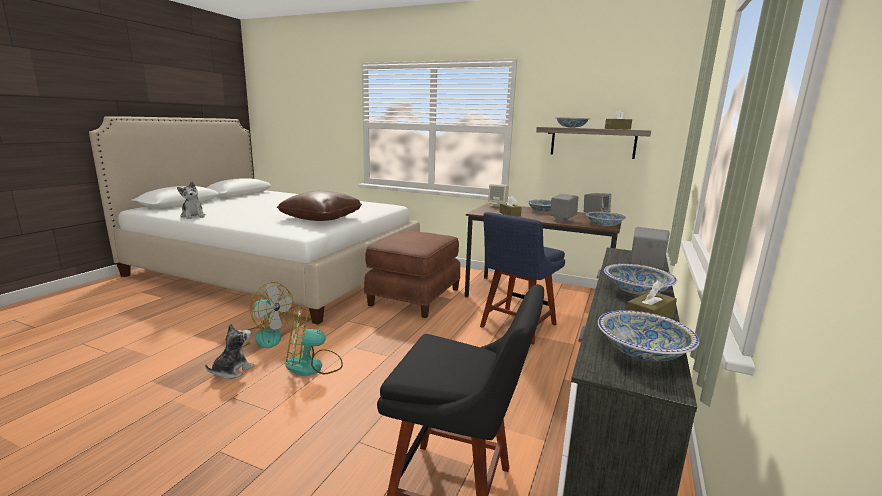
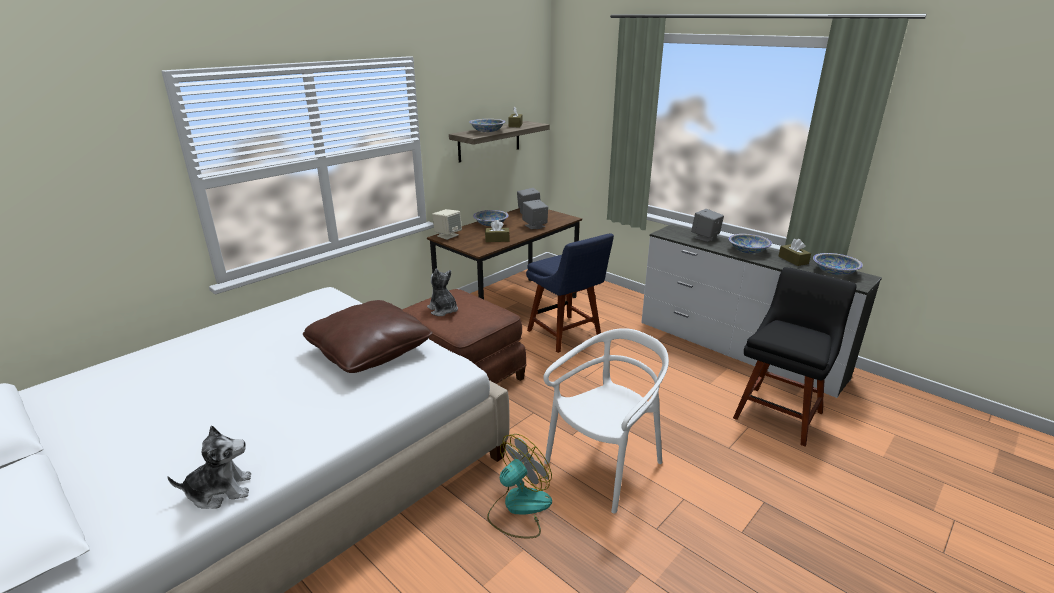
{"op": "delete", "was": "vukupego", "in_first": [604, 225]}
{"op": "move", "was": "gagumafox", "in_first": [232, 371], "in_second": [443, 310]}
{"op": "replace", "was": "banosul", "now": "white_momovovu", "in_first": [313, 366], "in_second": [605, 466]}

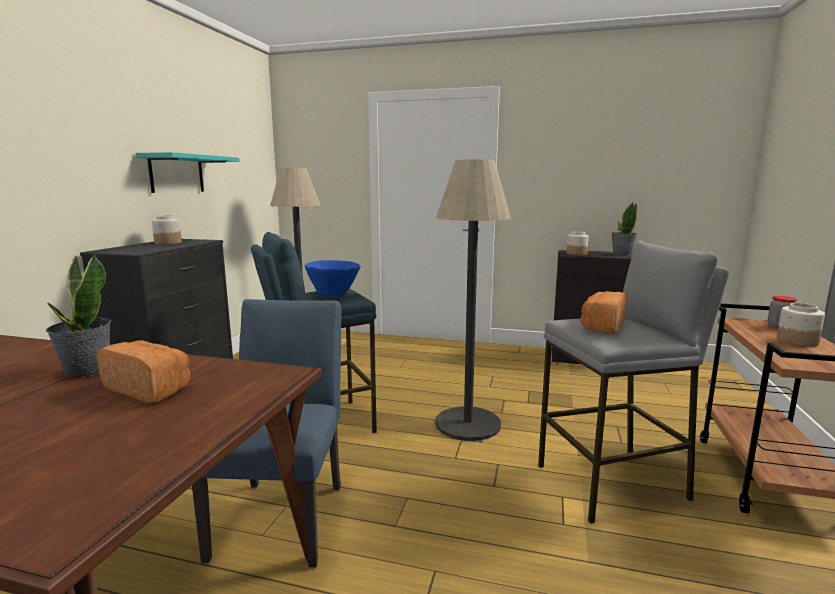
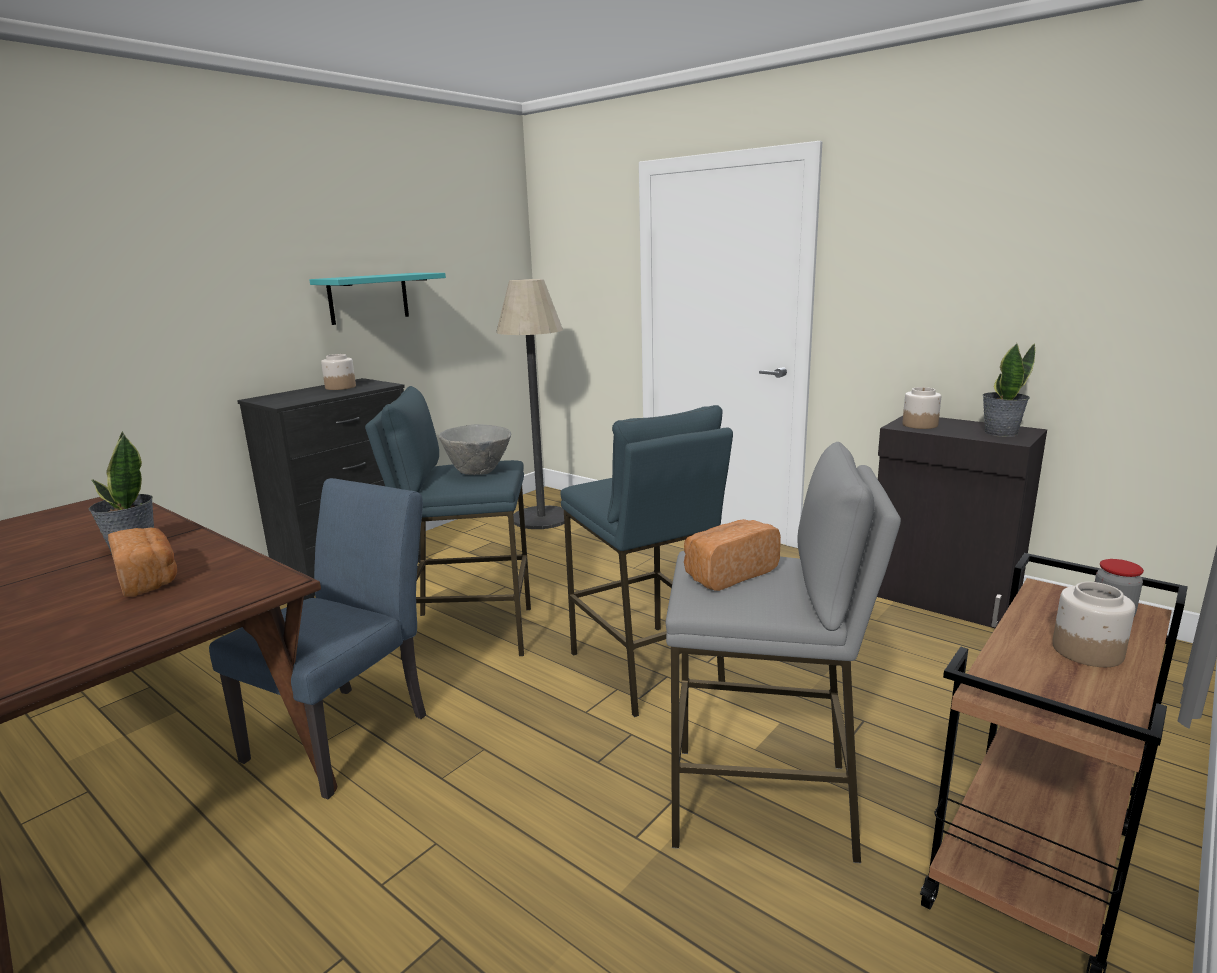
{"op": "replace", "was": "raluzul", "now": "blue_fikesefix", "in_first": [468, 424], "in_second": [645, 669]}
{"op": "recolor", "was": "blue_vukupego", "now": "grey_vukupego", "in_first": [334, 294], "in_second": [478, 472]}

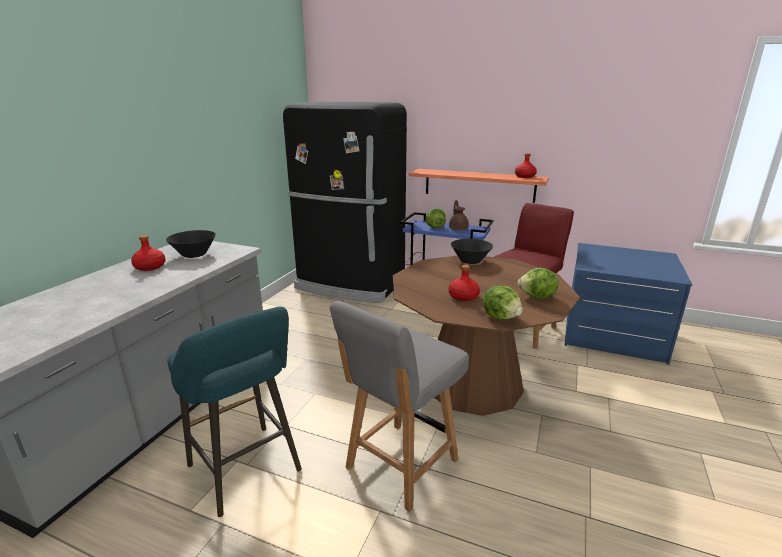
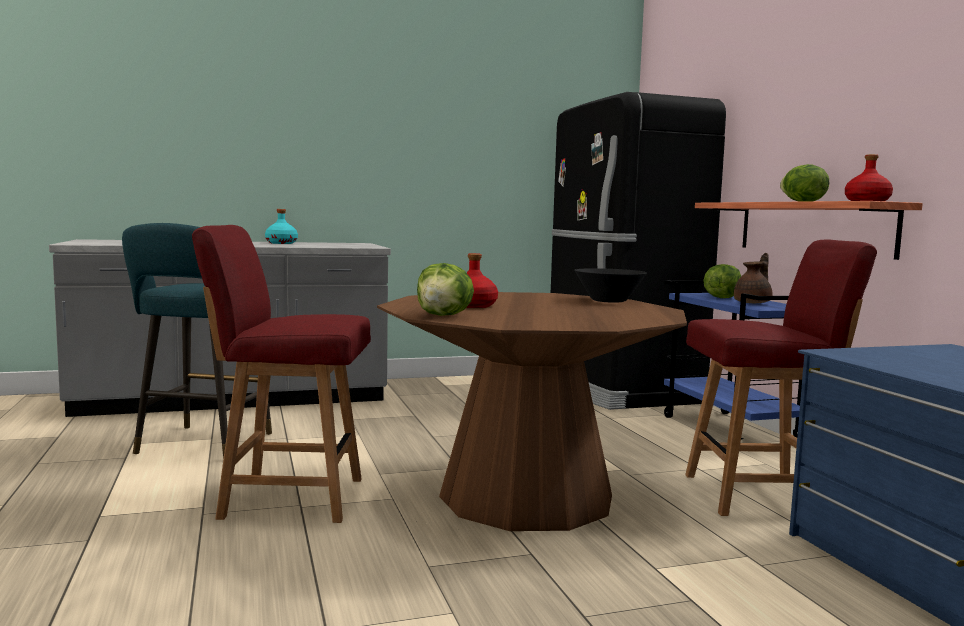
{"op": "delete", "was": "black_vukupego", "in_first": [194, 255]}
{"op": "move", "was": "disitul", "in_first": [537, 297], "in_second": [802, 202]}
{"op": "recolor", "was": "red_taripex", "now": "turquoise_taripex", "in_first": [150, 267], "in_second": [281, 243]}
{"op": "recolor", "was": "grey_momovovu", "now": "red_momovovu", "in_first": [400, 465], "in_second": [289, 497]}

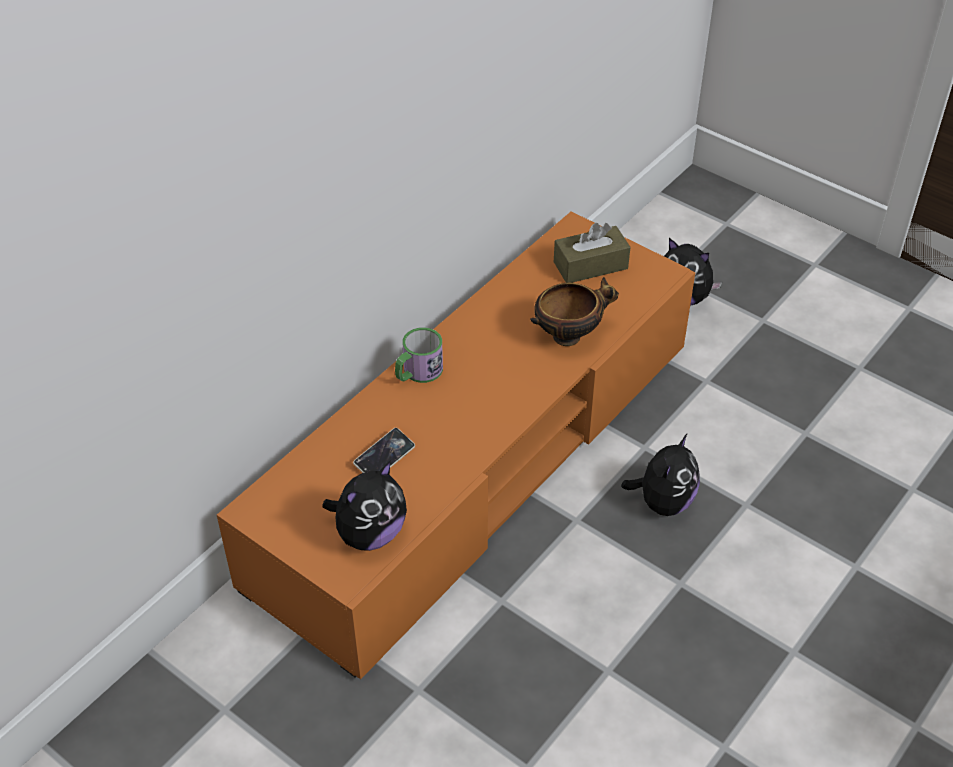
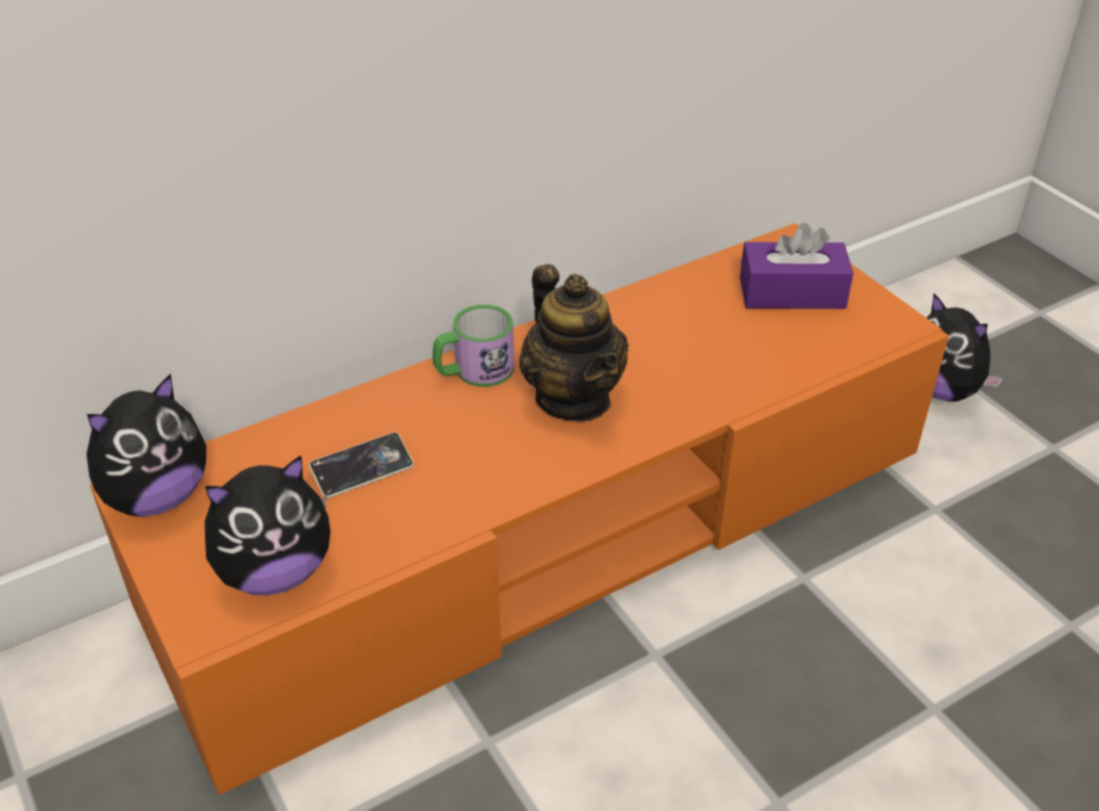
{"op": "delete", "was": "vukupego", "in_first": [569, 335]}
{"op": "insert", "now": "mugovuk", "in_second": [573, 398]}
{"op": "move", "was": "gagumafox", "in_first": [663, 502], "in_second": [157, 496]}
{"op": "recolor", "was": "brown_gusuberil", "now": "purple_gusuberil", "in_first": [590, 265], "in_second": [792, 293]}

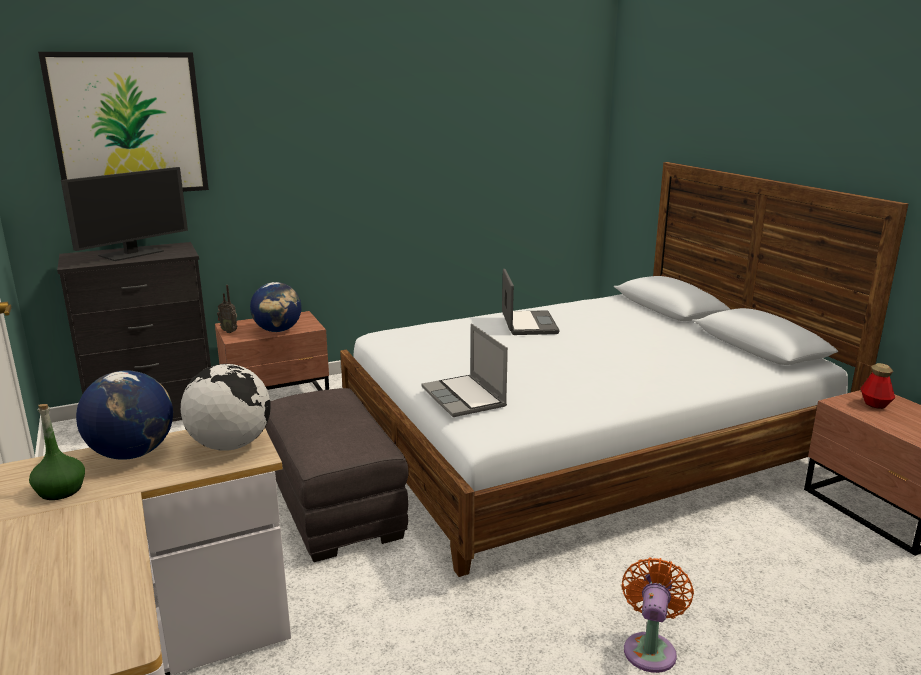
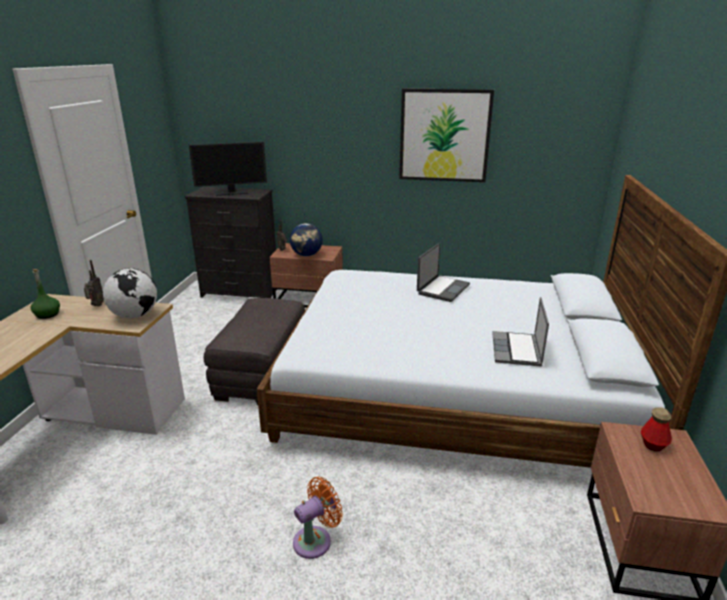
{"op": "move", "was": "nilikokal", "in_first": [128, 125], "in_second": [444, 135]}
{"op": "move", "was": "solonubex", "in_first": [465, 398], "in_second": [517, 350]}
{"op": "replace", "was": "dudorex", "now": "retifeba", "in_first": [132, 453], "in_second": [96, 306]}

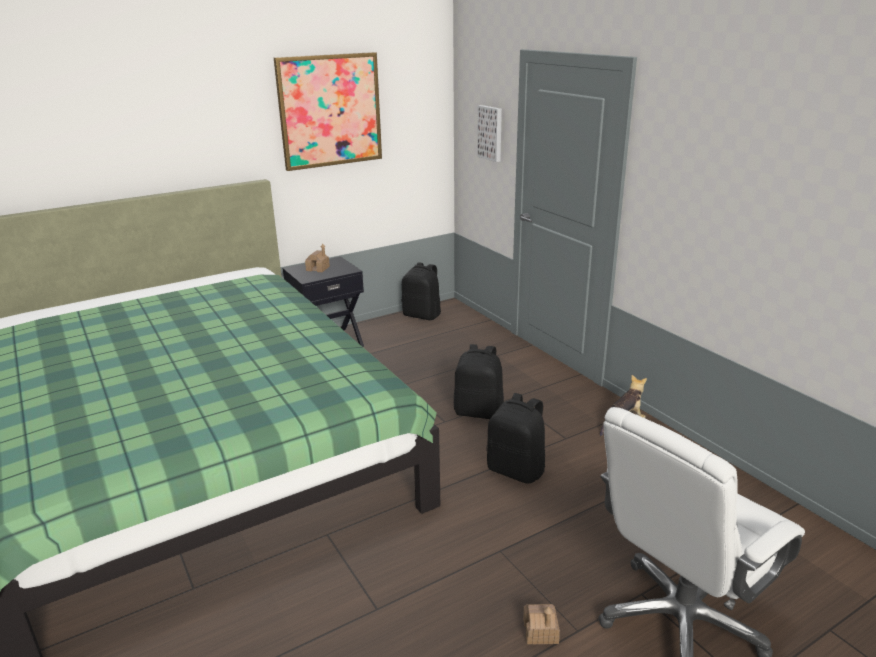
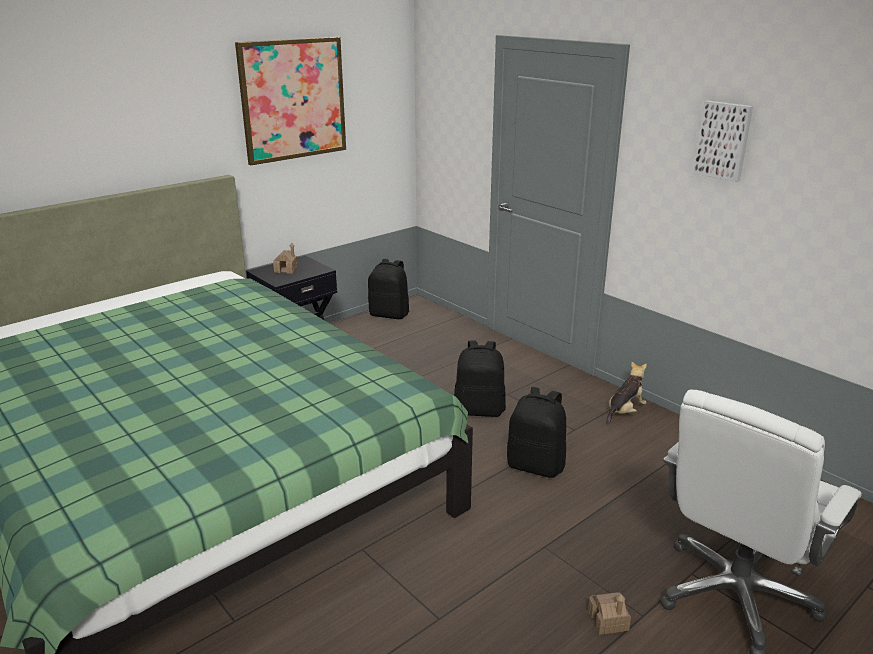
{"op": "move", "was": "nilikokal", "in_first": [491, 133], "in_second": [724, 140]}

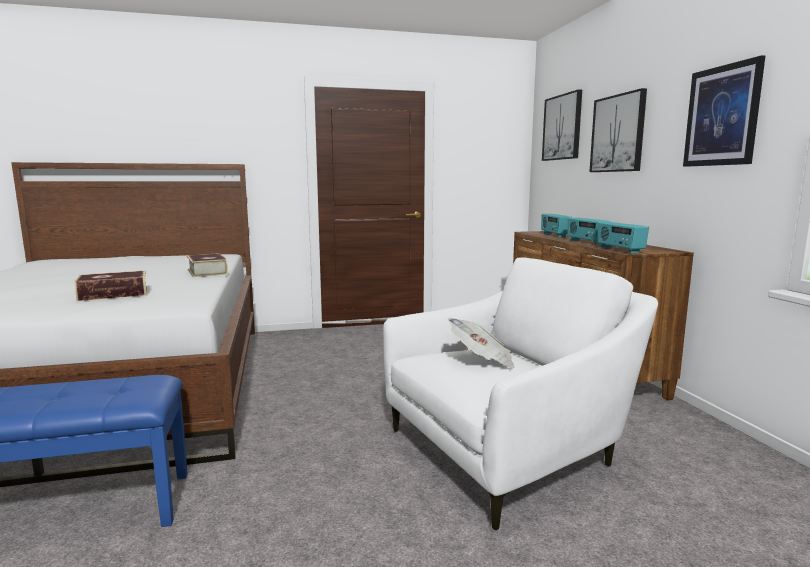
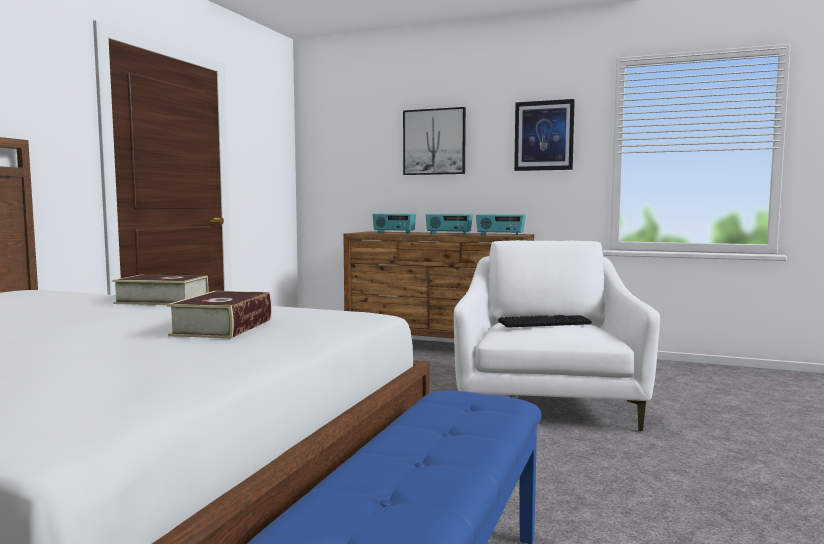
{"op": "delete", "was": "nilikokal", "in_first": [562, 127]}
{"op": "replace", "was": "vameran", "now": "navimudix", "in_first": [482, 360], "in_second": [544, 323]}

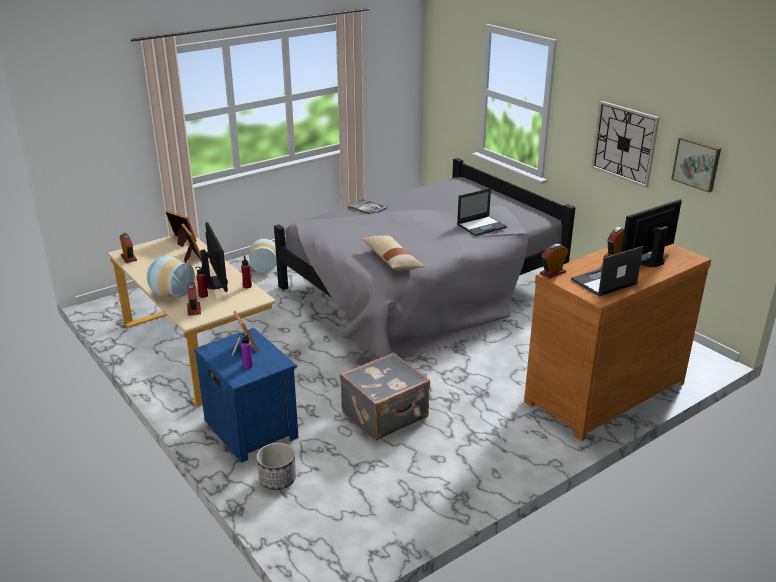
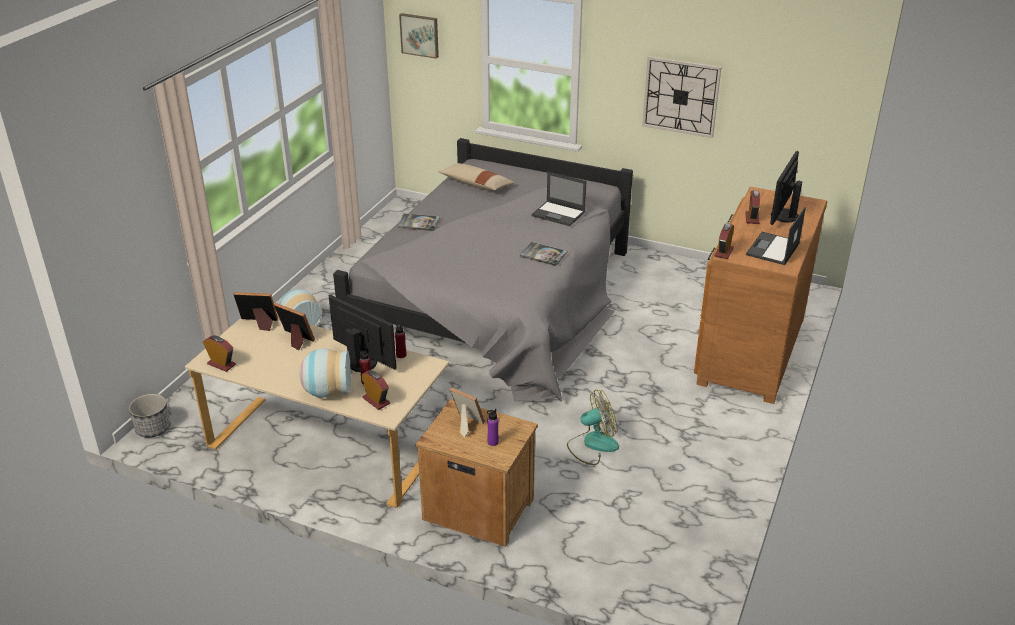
{"op": "insert", "now": "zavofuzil", "in_second": [543, 254]}
{"op": "move", "was": "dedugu", "in_first": [277, 480], "in_second": [153, 428]}
{"op": "move", "was": "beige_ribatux", "in_first": [392, 260], "in_second": [476, 184]}
{"op": "move", "was": "nilikokal", "in_first": [697, 163], "in_second": [420, 35]}
{"op": "replace", "was": "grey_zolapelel", "now": "banosul", "in_first": [386, 416], "in_second": [592, 444]}
{"op": "recolor", "was": "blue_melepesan", "now": "brown_melepesan", "in_first": [251, 428], "in_second": [477, 508]}
{"op": "rotate", "was": "solonubex", "in_first": [482, 226], "in_second": [559, 214], "clockwise": 90}

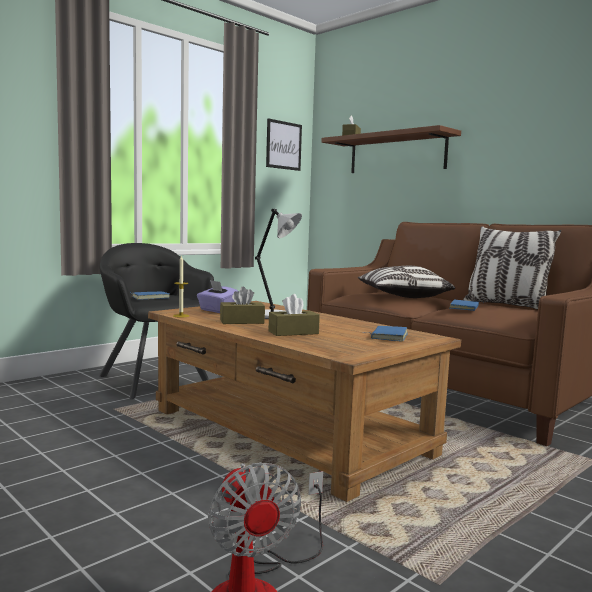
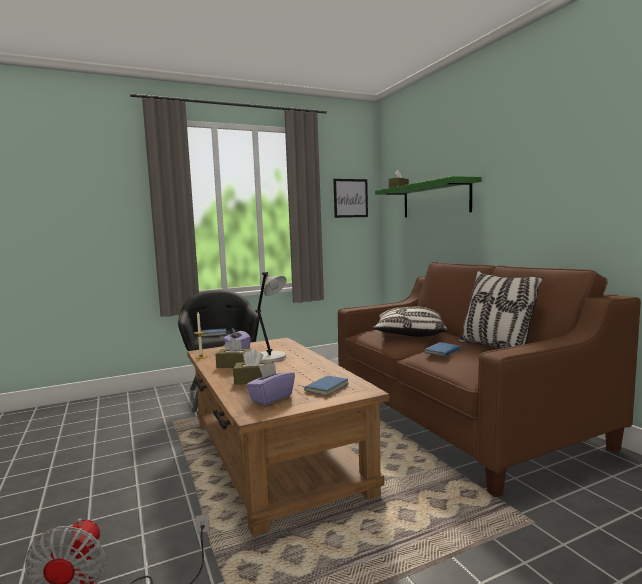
{"op": "insert", "now": "purple_gusuberil", "in_second": [271, 398]}
{"op": "recolor", "was": "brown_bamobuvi", "now": "green_bamobuvi", "in_first": [397, 154], "in_second": [435, 199]}

